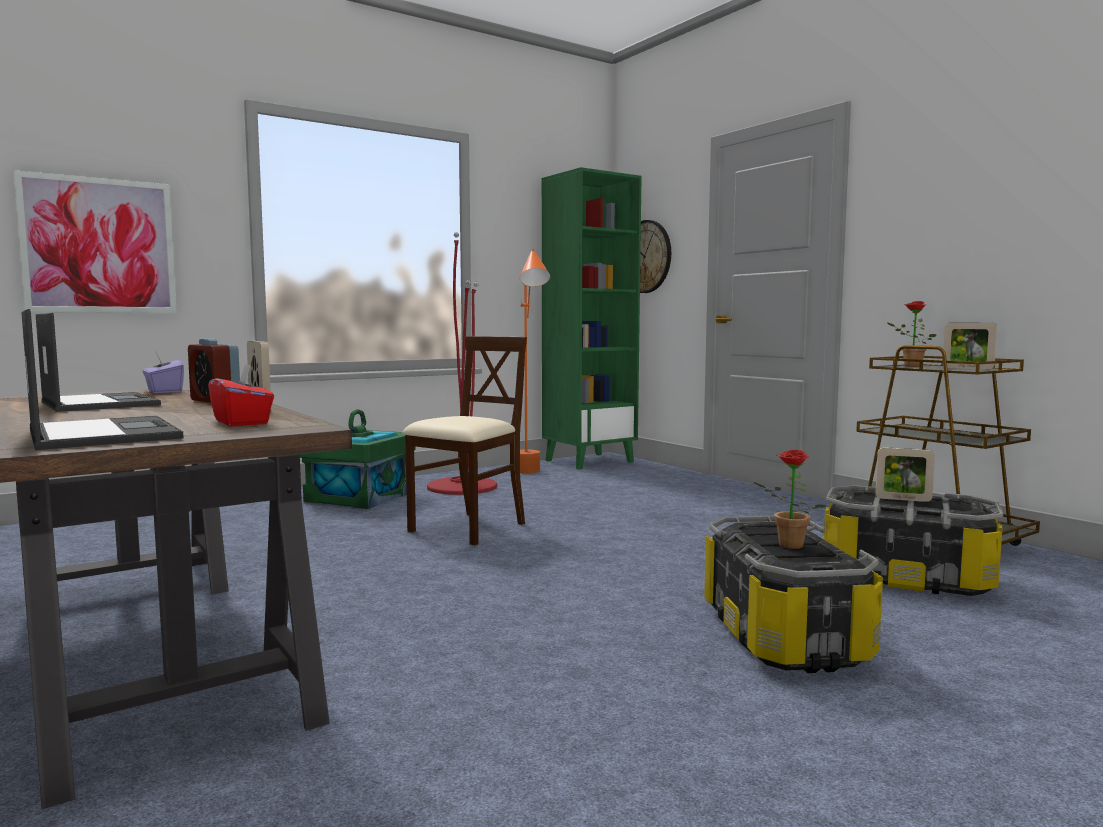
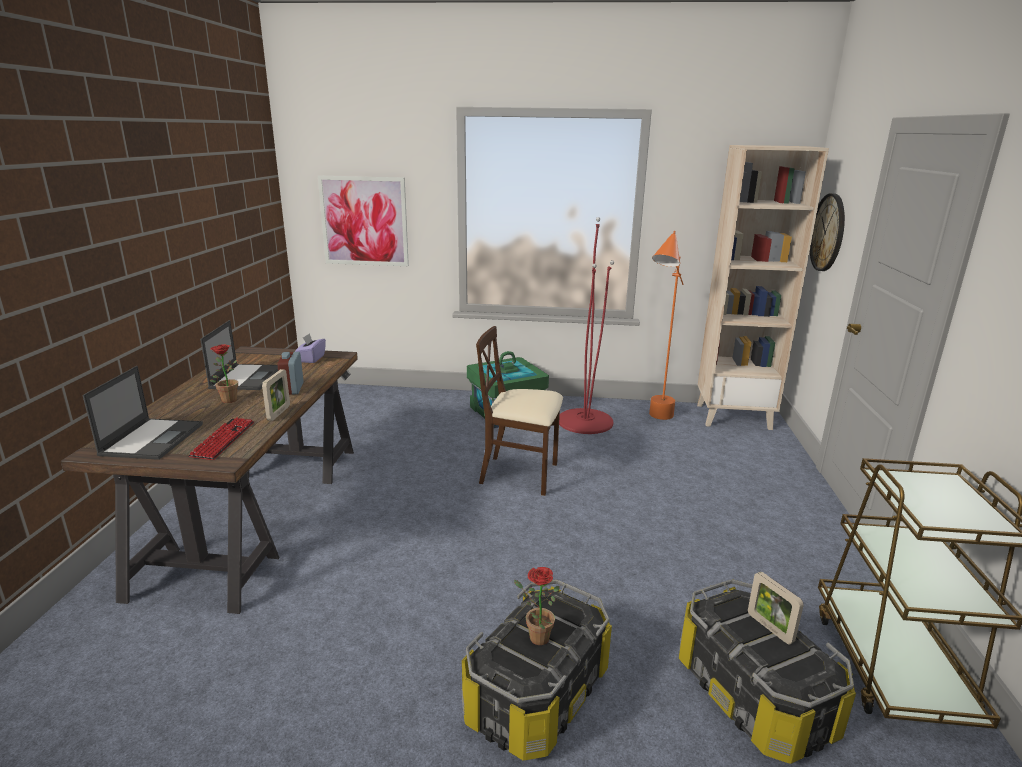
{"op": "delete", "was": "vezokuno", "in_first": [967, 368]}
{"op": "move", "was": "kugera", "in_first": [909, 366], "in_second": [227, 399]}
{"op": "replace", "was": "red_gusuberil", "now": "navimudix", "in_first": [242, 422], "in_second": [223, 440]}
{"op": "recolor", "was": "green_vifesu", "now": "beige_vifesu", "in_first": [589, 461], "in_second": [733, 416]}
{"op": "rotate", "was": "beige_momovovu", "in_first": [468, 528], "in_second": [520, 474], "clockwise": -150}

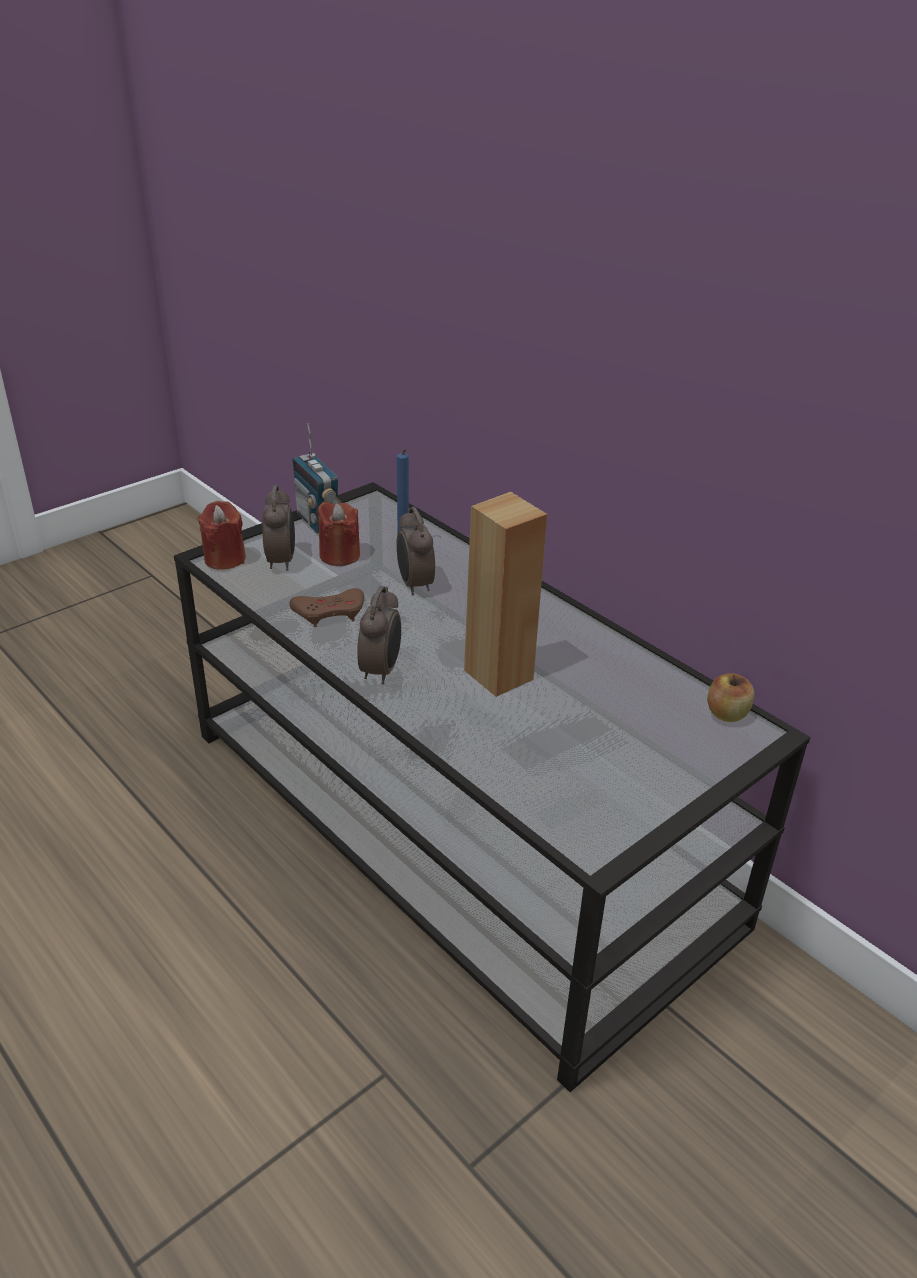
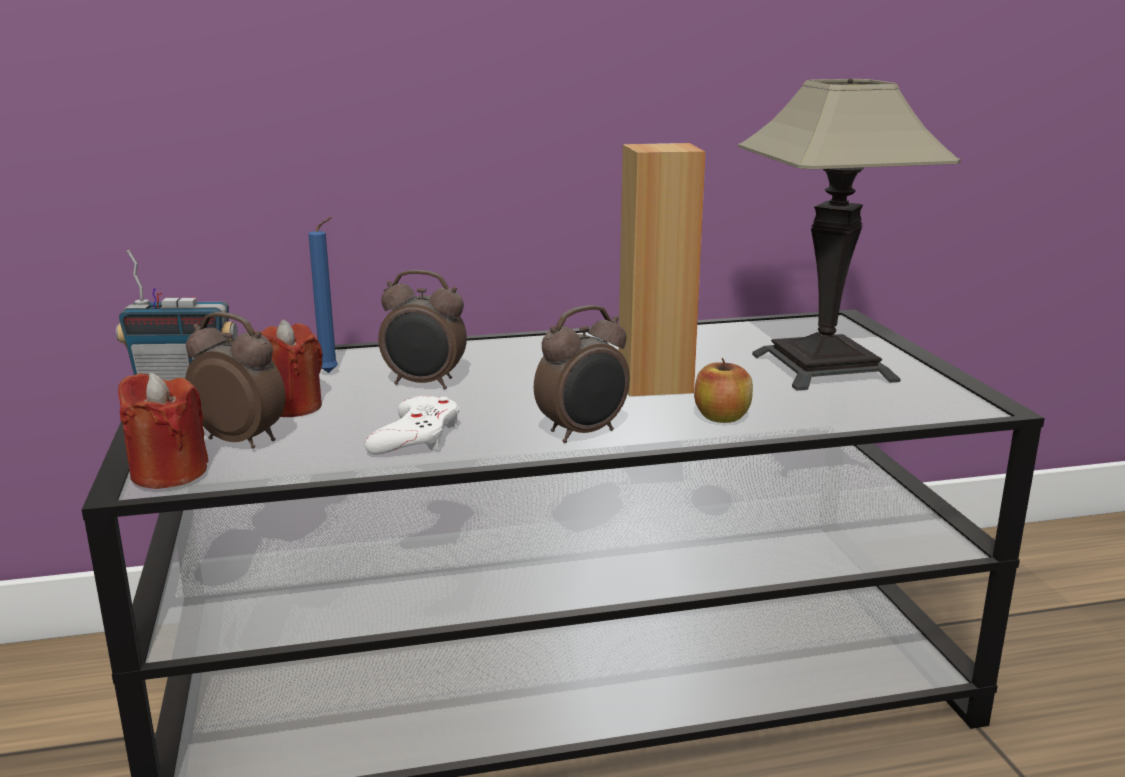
{"op": "insert", "now": "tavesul", "in_second": [823, 368]}
{"op": "move", "was": "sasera", "in_first": [726, 714], "in_second": [722, 417]}
{"op": "recolor", "was": "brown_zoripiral", "now": "white_zoripiral", "in_first": [330, 612], "in_second": [416, 436]}
{"op": "rotate", "was": "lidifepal", "in_first": [381, 670], "in_second": [583, 433], "clockwise": 105}

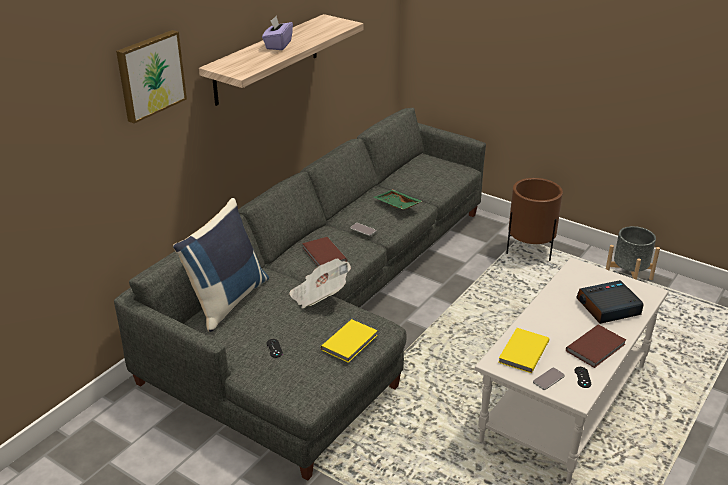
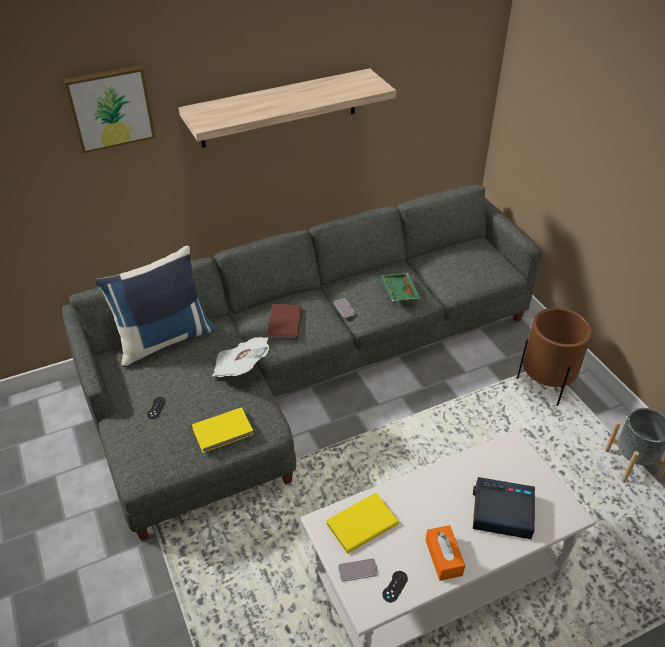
{"op": "delete", "was": "purple_gusuberil", "in_first": [278, 45]}
{"op": "replace", "was": "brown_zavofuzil", "now": "orange_gusuberil", "in_first": [597, 348], "in_second": [443, 557]}

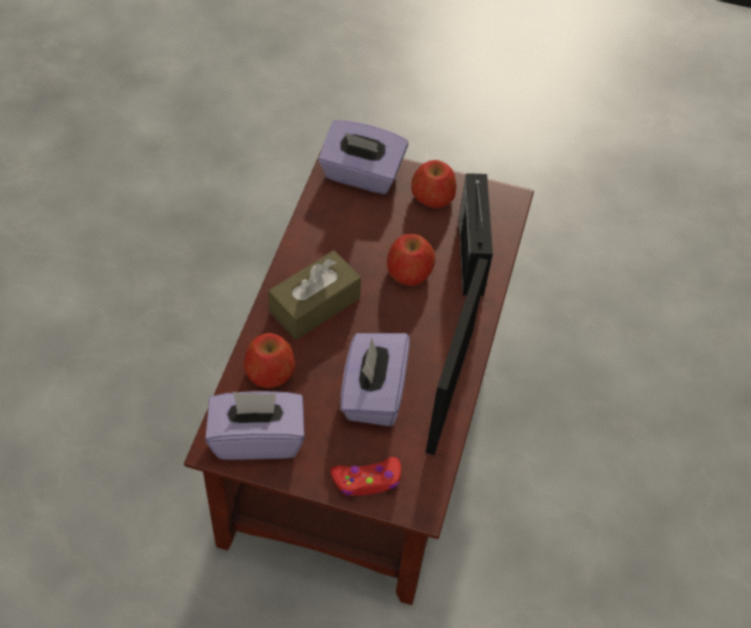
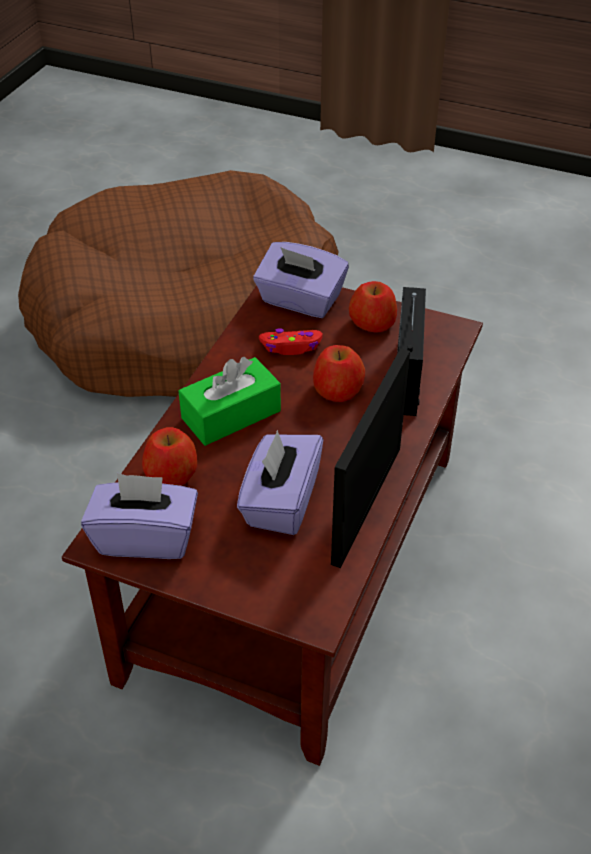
{"op": "insert", "now": "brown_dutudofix", "in_second": [184, 317]}
{"op": "move", "was": "red_zoripiral", "in_first": [367, 480], "in_second": [291, 346]}
{"op": "recolor", "was": "brown_gusuberil", "now": "green_gusuberil", "in_first": [314, 305], "in_second": [231, 414]}

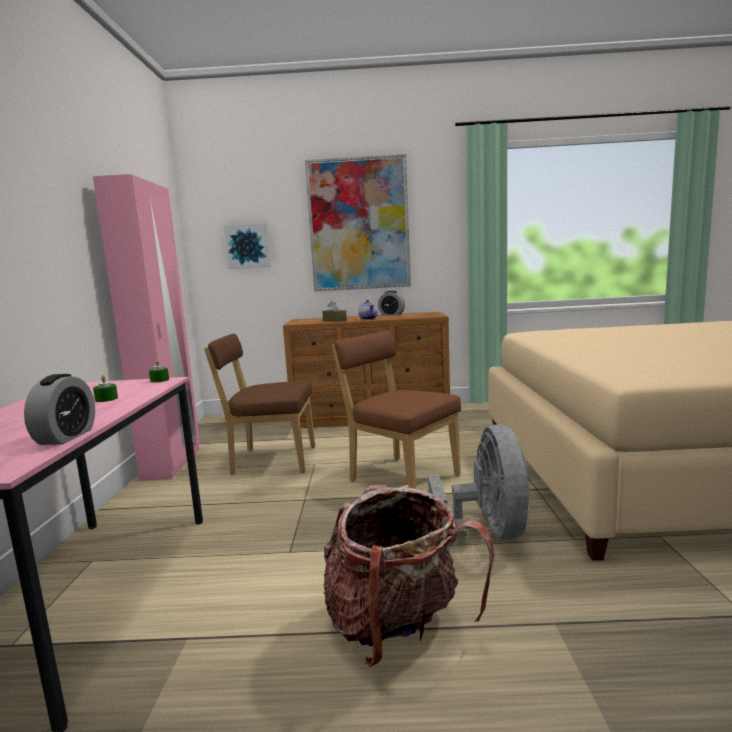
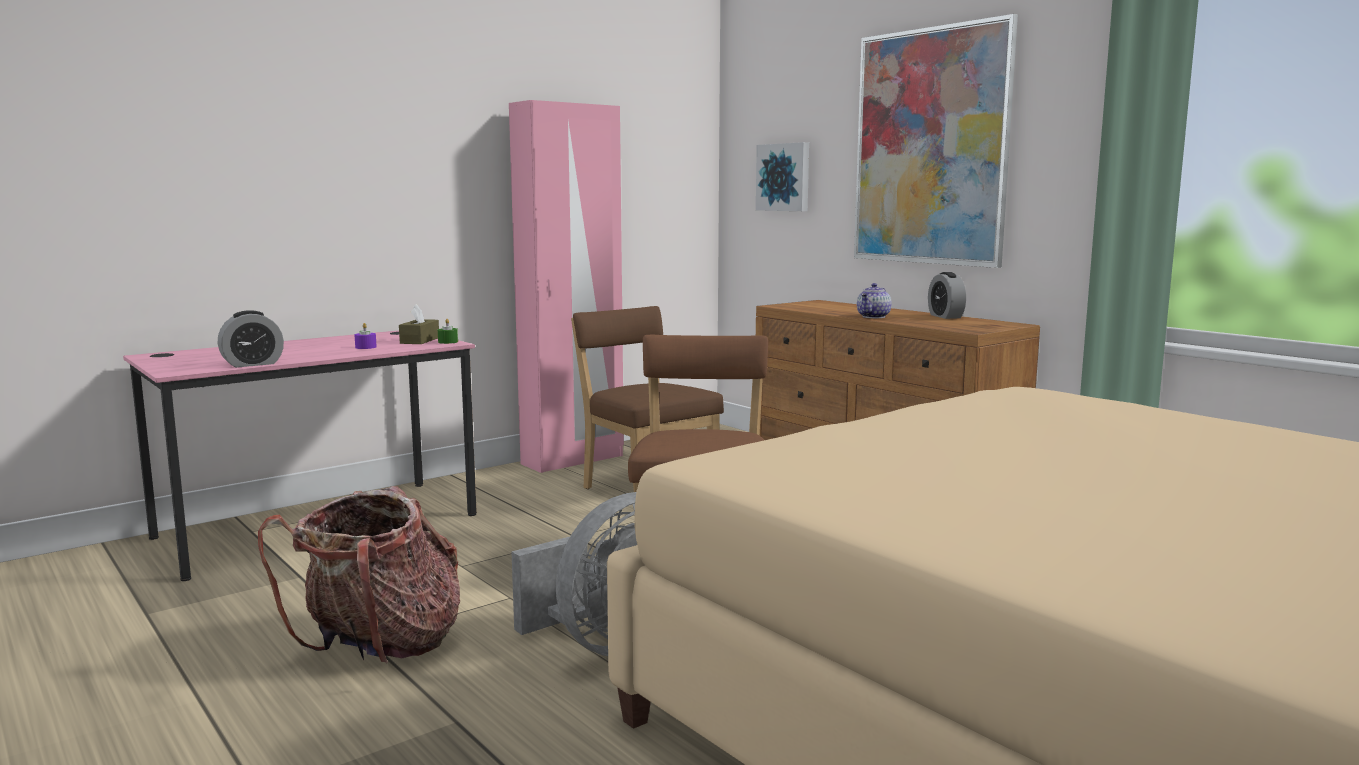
{"op": "move", "was": "brown_gusuberil", "in_first": [334, 320], "in_second": [419, 340]}
{"op": "recolor", "was": "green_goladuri", "now": "purple_goladuri", "in_first": [106, 399], "in_second": [366, 347]}

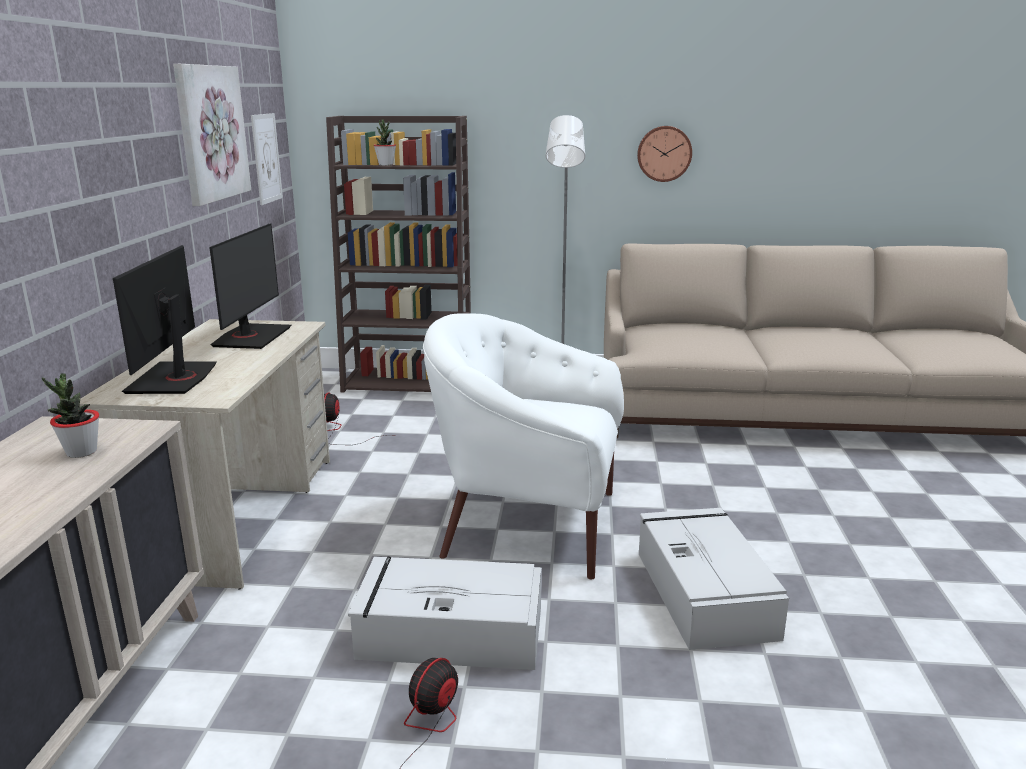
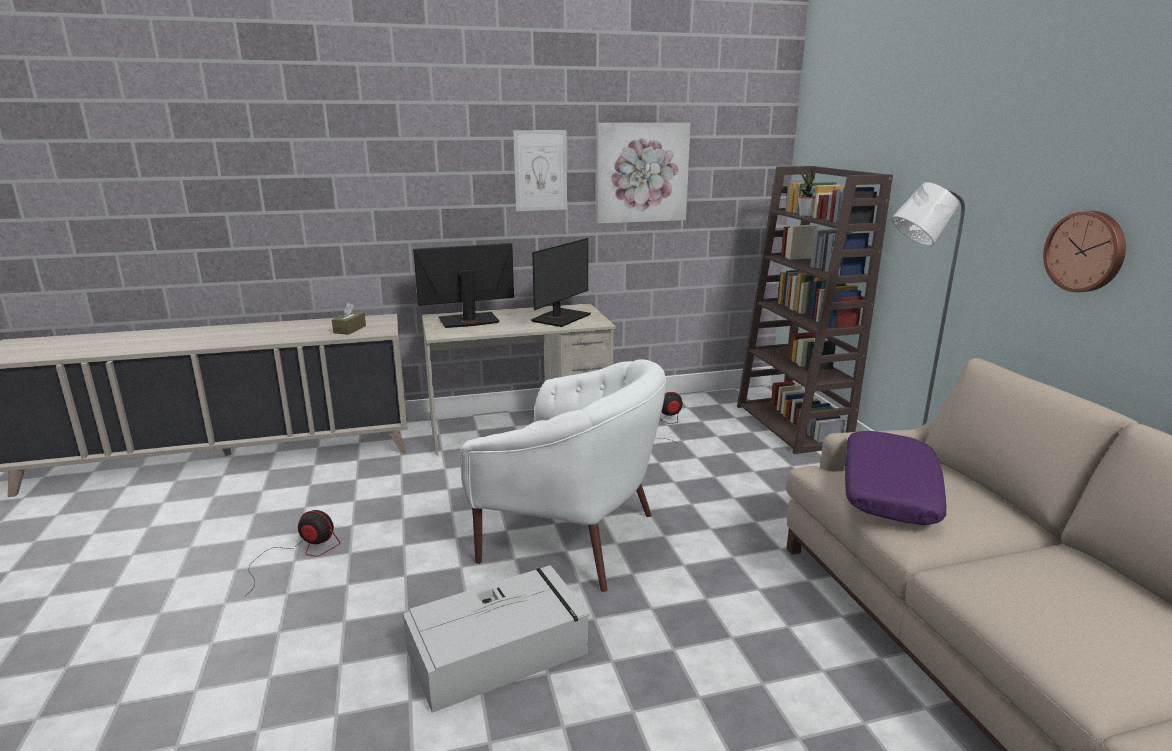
{"op": "delete", "was": "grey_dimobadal", "in_first": [448, 632]}
{"op": "insert", "now": "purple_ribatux", "in_second": [888, 490]}
{"op": "move", "was": "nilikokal", "in_first": [266, 158], "in_second": [540, 170]}
{"op": "replace", "was": "kugera", "now": "brown_gusuberil", "in_first": [81, 452], "in_second": [350, 329]}
{"op": "rotate", "was": "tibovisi", "in_first": [251, 337], "in_second": [560, 318], "clockwise": -45}
{"op": "rotate", "was": "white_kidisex", "in_first": [529, 524], "in_second": [571, 536], "clockwise": 120}

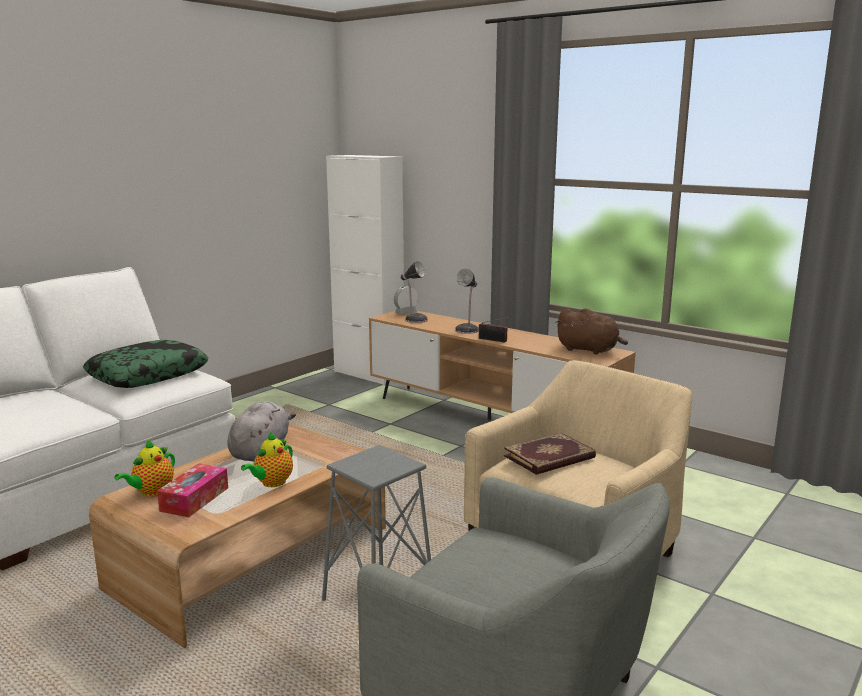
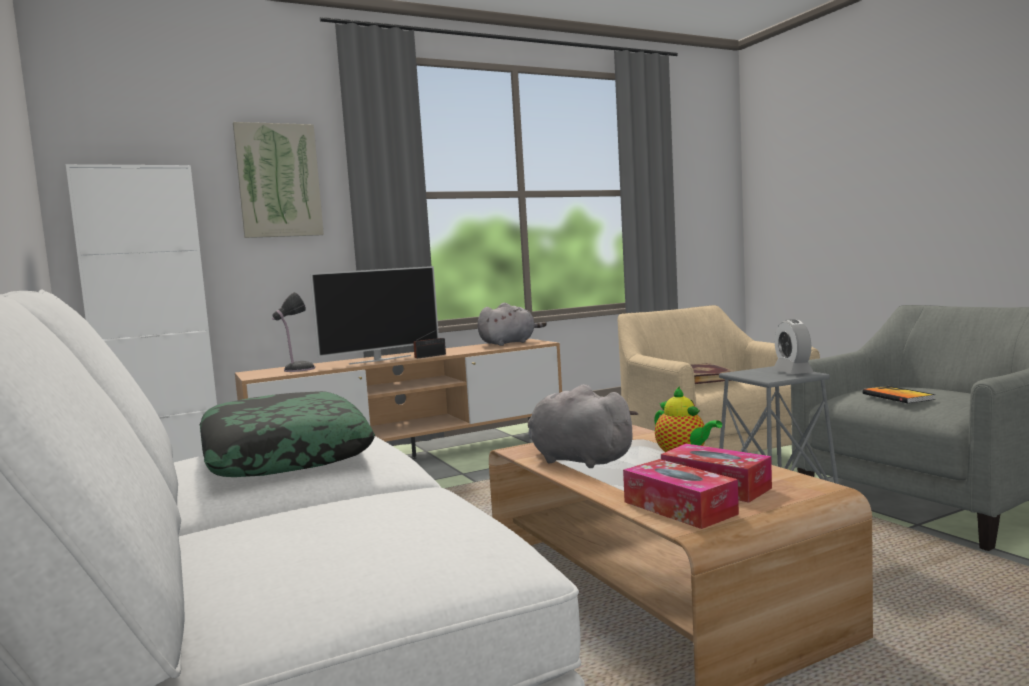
{"op": "insert", "now": "nilikokal", "in_second": [278, 181]}
{"op": "insert", "now": "zavofuzil", "in_second": [897, 396]}
{"op": "move", "was": "lidifepal", "in_first": [406, 313], "in_second": [792, 372]}
{"op": "replace", "was": "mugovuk", "now": "gusuberil", "in_first": [151, 492], "in_second": [679, 508]}
{"op": "replace", "was": "tavesul", "now": "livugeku", "in_first": [467, 330], "in_second": [380, 360]}
{"op": "recolor", "was": "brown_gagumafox", "now": "grey_gagumafox", "in_first": [589, 350], "in_second": [509, 343]}

